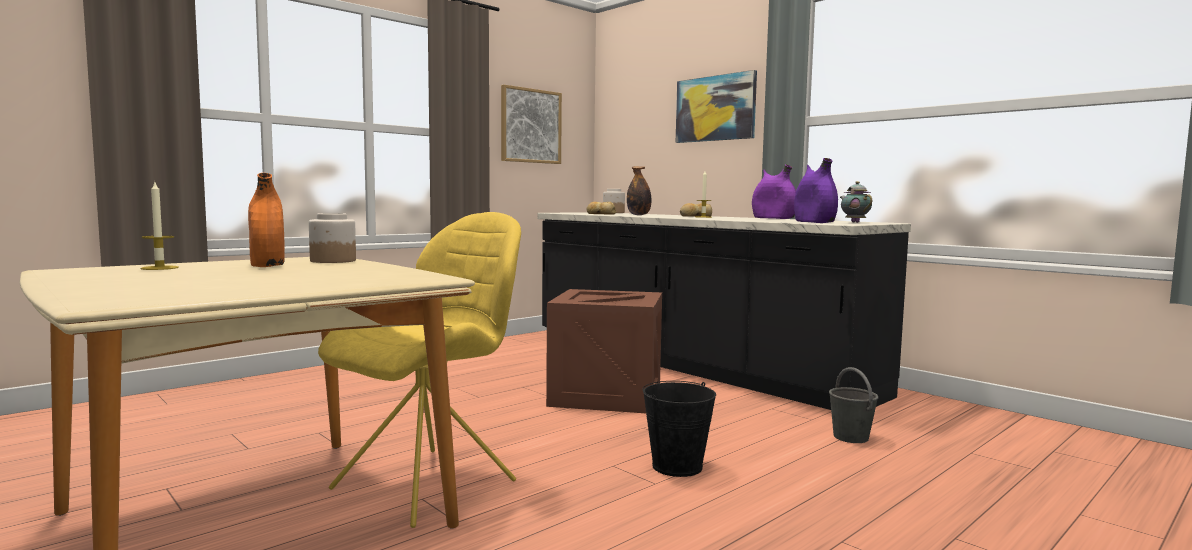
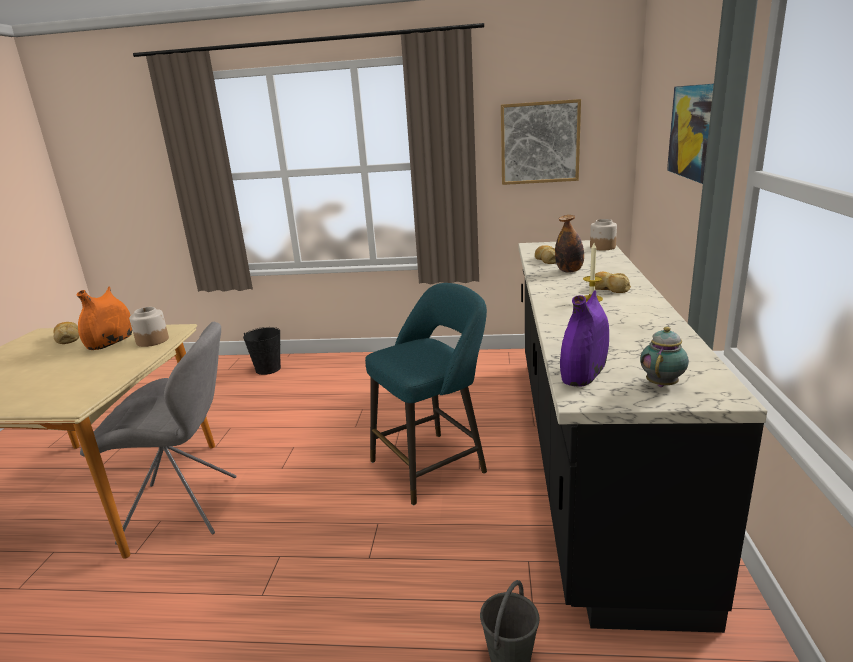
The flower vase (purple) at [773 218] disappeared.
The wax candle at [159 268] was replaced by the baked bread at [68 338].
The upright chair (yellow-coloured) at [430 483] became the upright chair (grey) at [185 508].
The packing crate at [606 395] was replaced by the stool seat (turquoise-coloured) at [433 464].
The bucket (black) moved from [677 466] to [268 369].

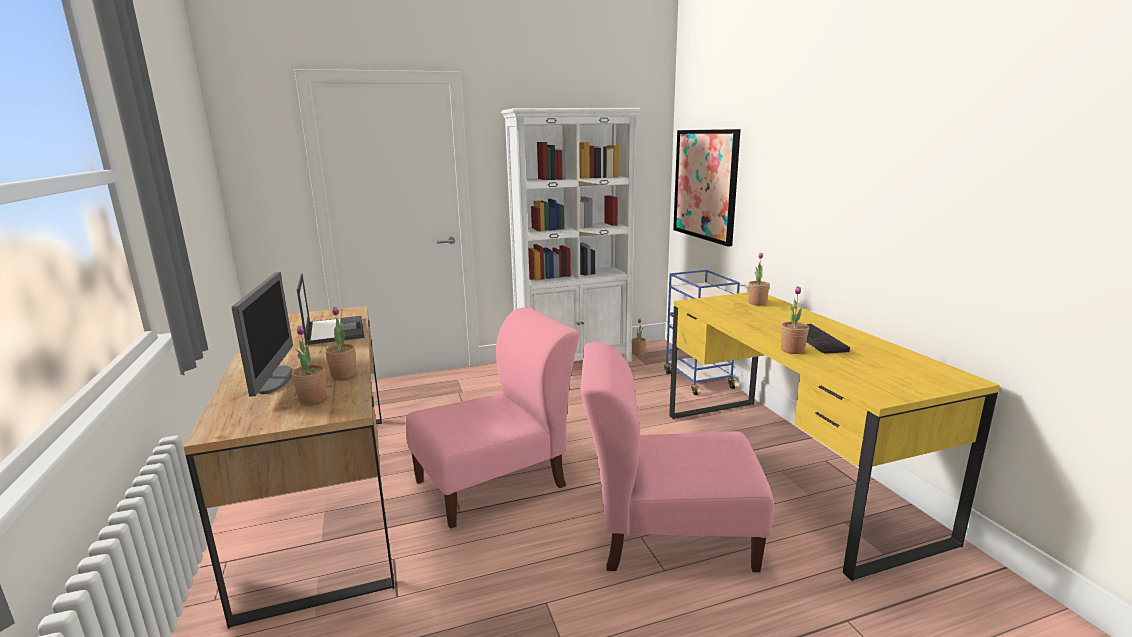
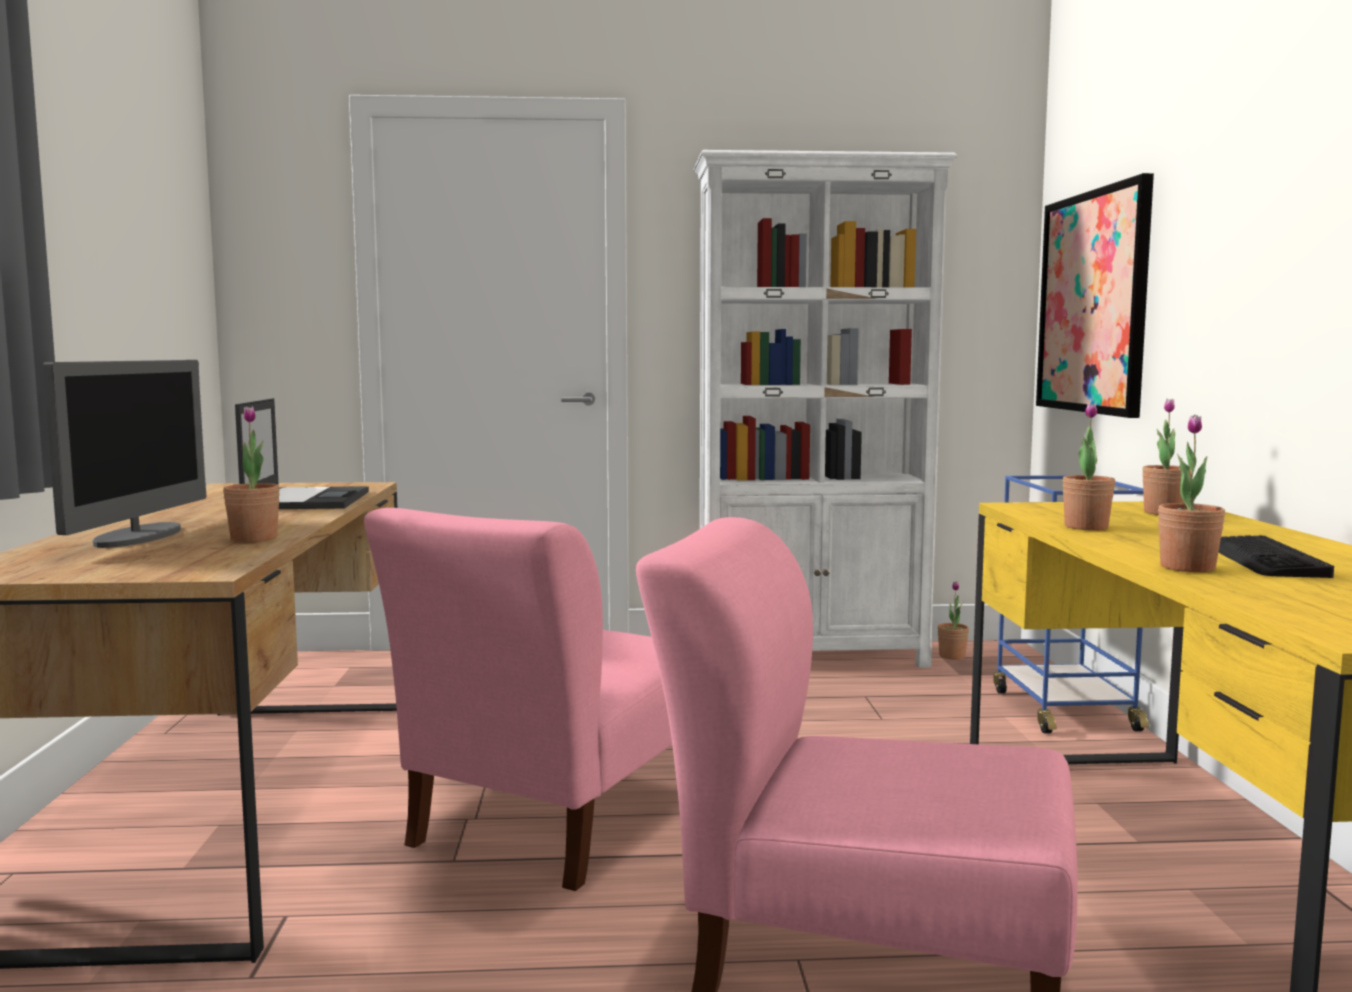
The upright chair (pink-coloured) at [496 481] turned 135 degrees clockwise.
The houseplant moved from [312 399] to [1086 527].

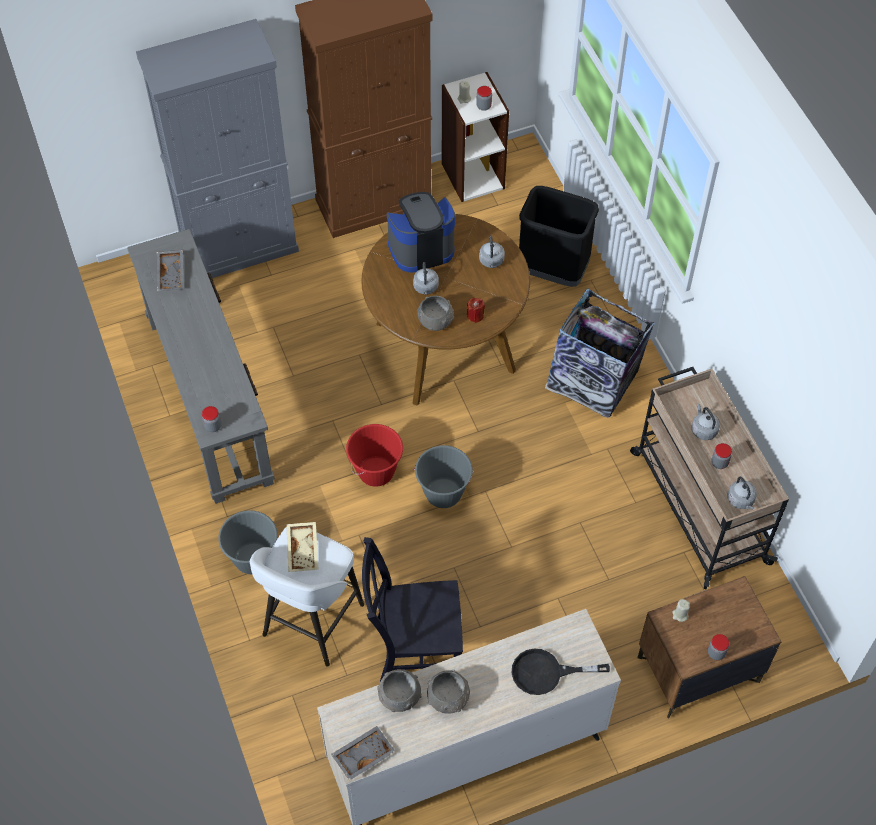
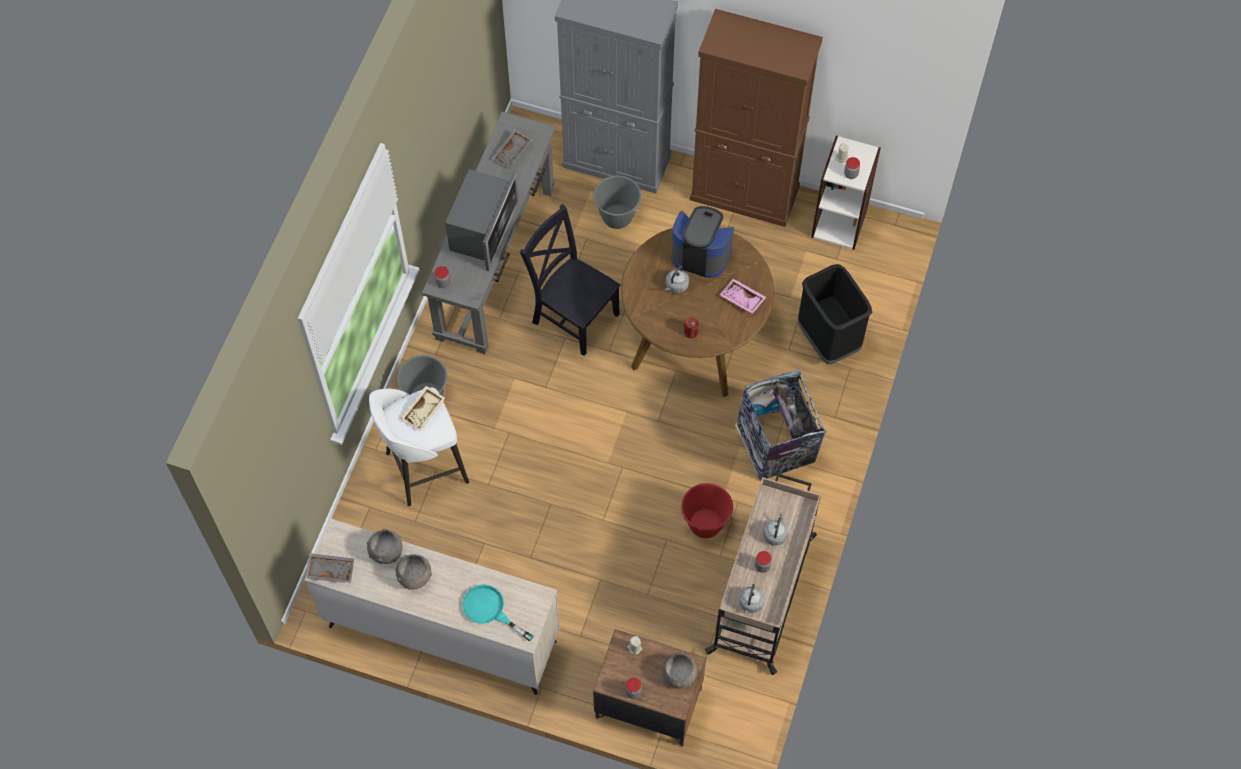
The kettle (grey) at [491 261] was replaced by the carrying tray (pink-coloured) at [741 299].
The deep dish (grey) moved from [435 320] to [679 674].
The bucket (red-coloured) moved from [376 472] to [705 524].
The bucket (grey) moved from [443 493] to [617 217].
The upright chair (black) moved from [414 647] to [573 315].
The skillet (black) at [546 673] became the skillet (turquoise-coloured) at [490 610].
The kitchen microwave at [483 230] appeared.

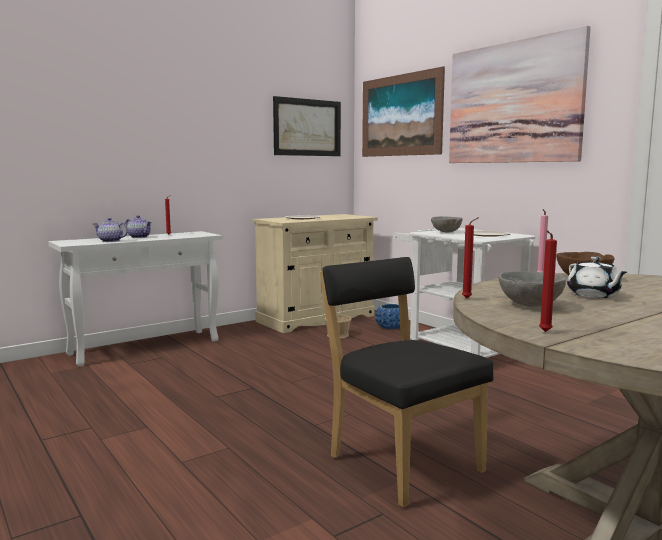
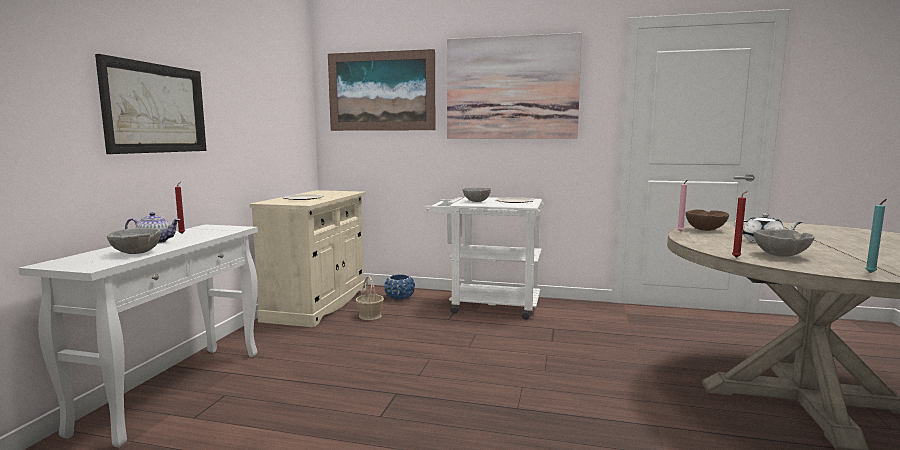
The wall art moved from [307 127] to [155 108].
The tea pot at [110 241] was replaced by the deep dish (grey) at [137 253].
The wax candle (red-coloured) at [544 332] became the wax candle (turquoise-coloured) at [871 273].
The upright chair (black) at [400 461] disappeared.

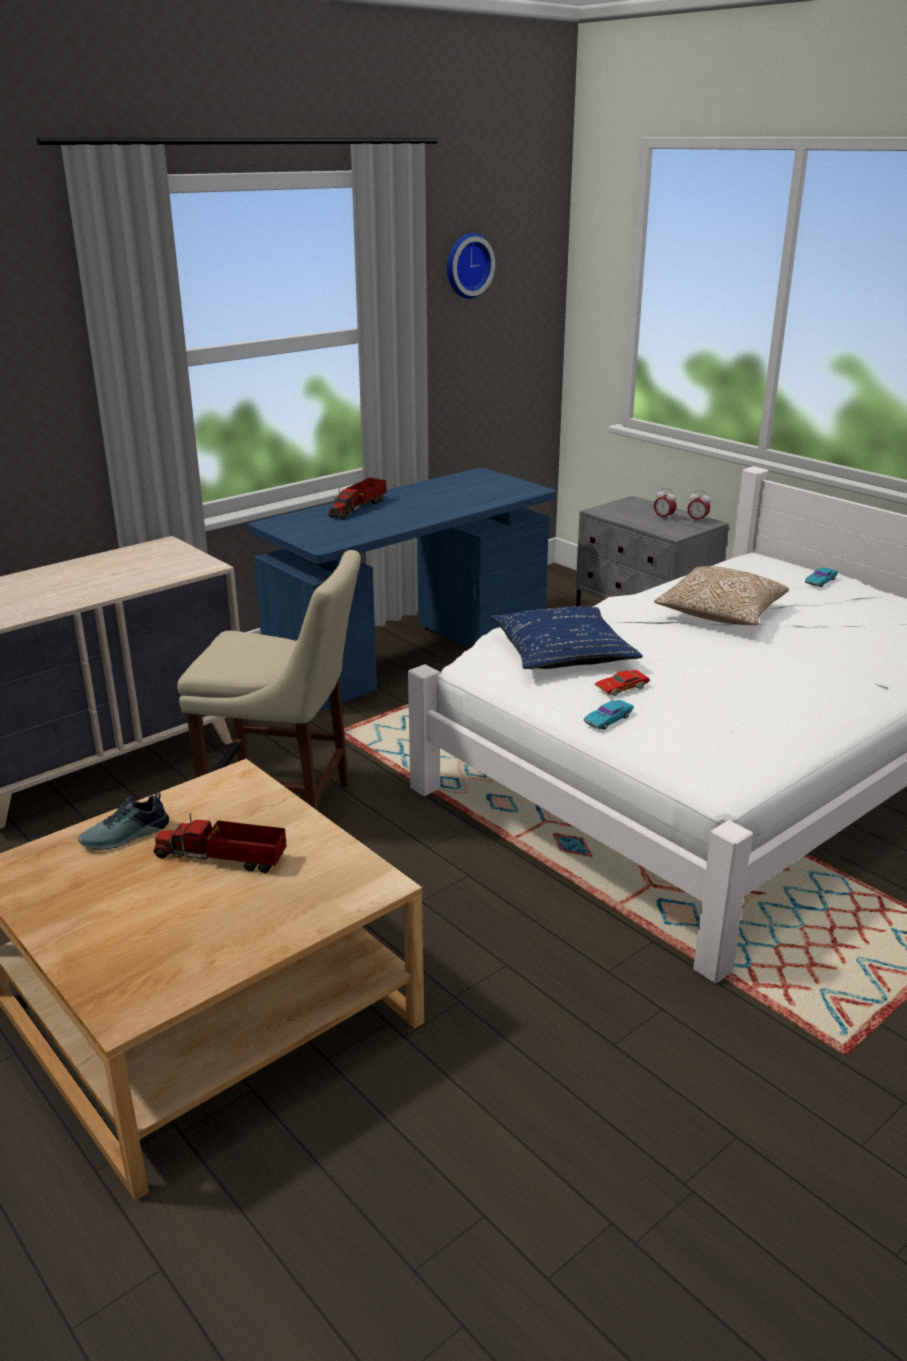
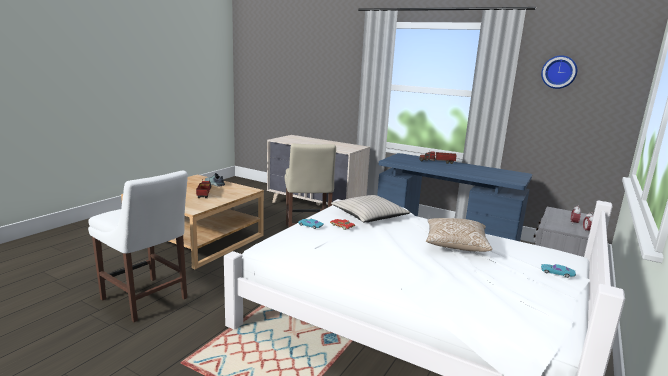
The throw pillow (bluish) at [562 653] became the throw pillow (beige-coloured) at [369 216].
The upright chair (whitish) at [146 300] appeared.

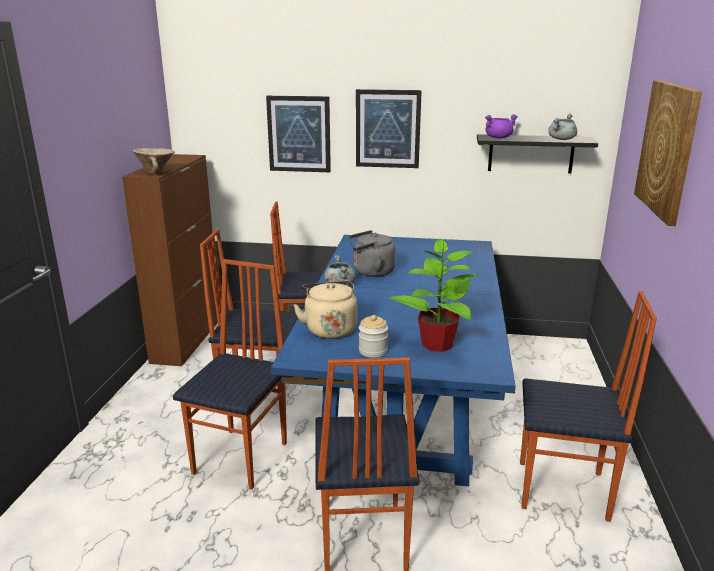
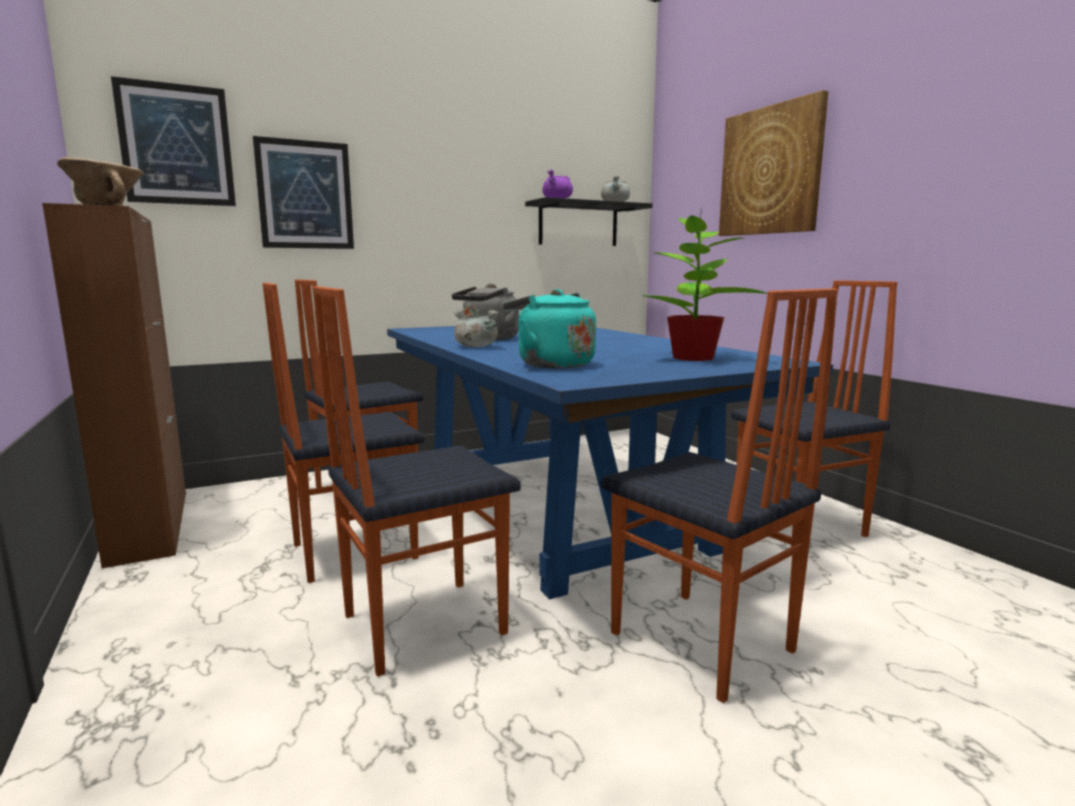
The wall art moved from [388 129] to [176 145].
The upright chair at [242 458] turned 105 degrees counterclockwise.
The kettle (beige-coloured) at [329 329] became the kettle (turquoise-coloured) at [551 364].
The preserve jar at [373 351] disappeared.

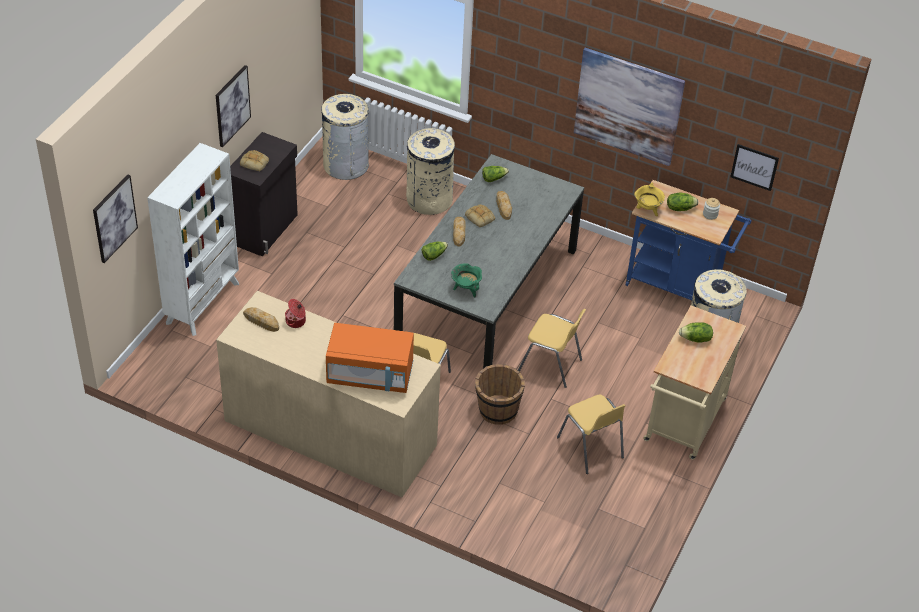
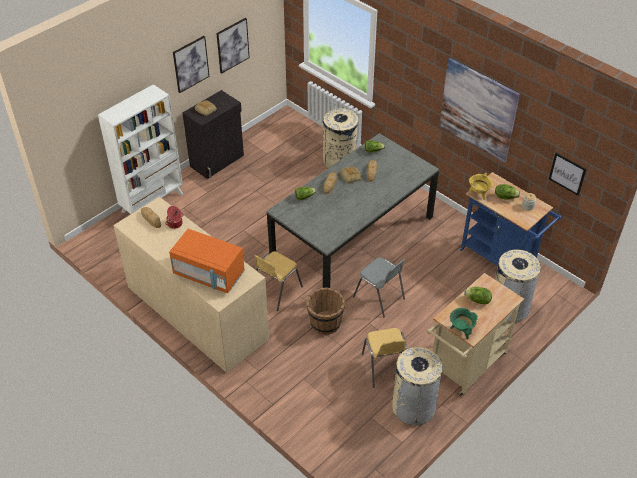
The waste bin (beige-coloured) moved from [346 165] to [414 406].
The wall art moved from [114 218] to [232 45].
The saucepot (green-coloured) moved from [466 289] to [461 330].
The upright chair (yellow-coloured) at [551 365] became the upright chair (grey) at [379 298].

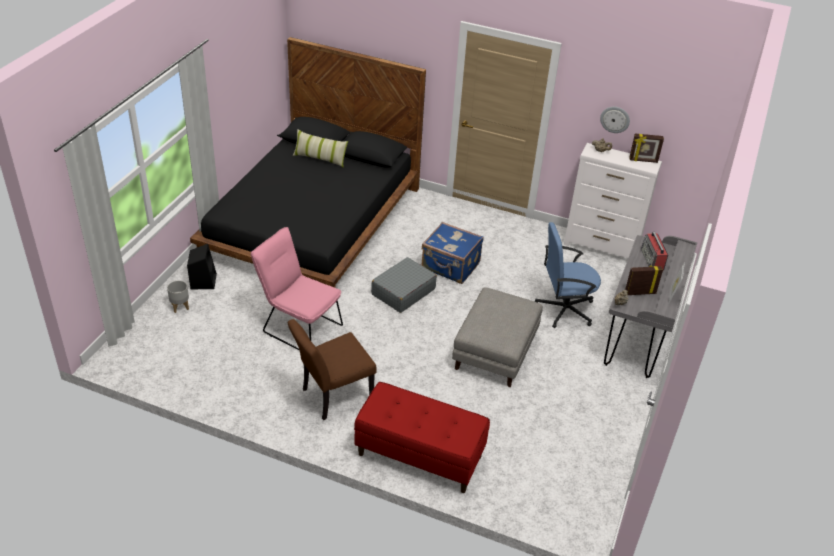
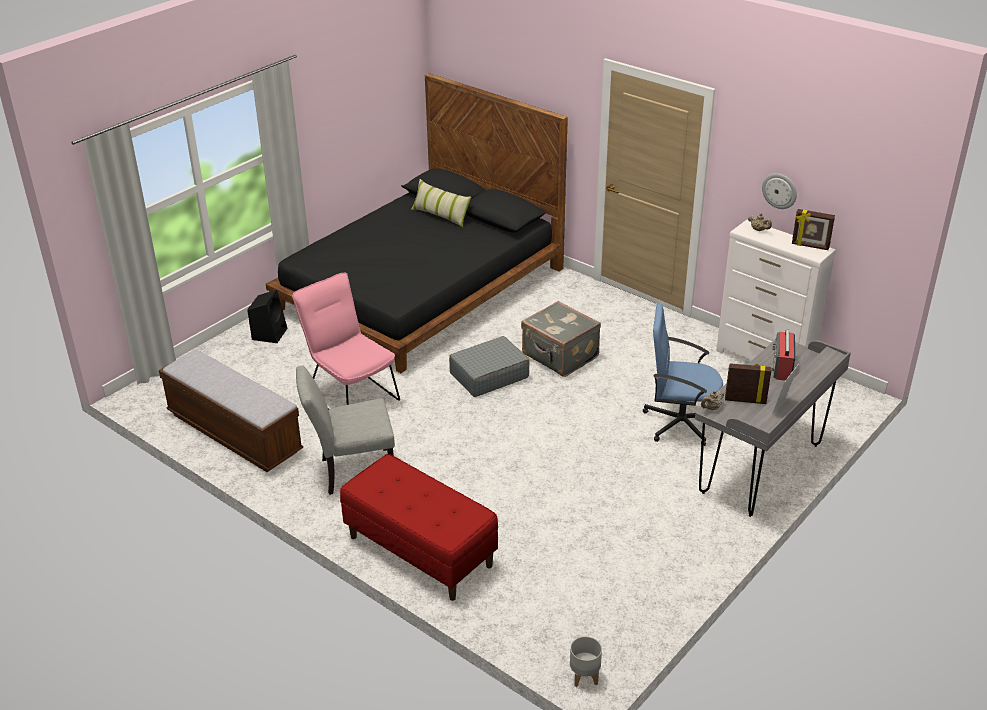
The travel case (bluish) at [450 267] became the travel case (grey) at [559 357].
The planter (grey) moved from [180 307] to [584 677].
The footrest (grey) at [495 352] disappeared.
The upright chair (brown) at [332 396] became the upright chair (grey) at [351 472].
The indoor bench at [234 433] appeared.

